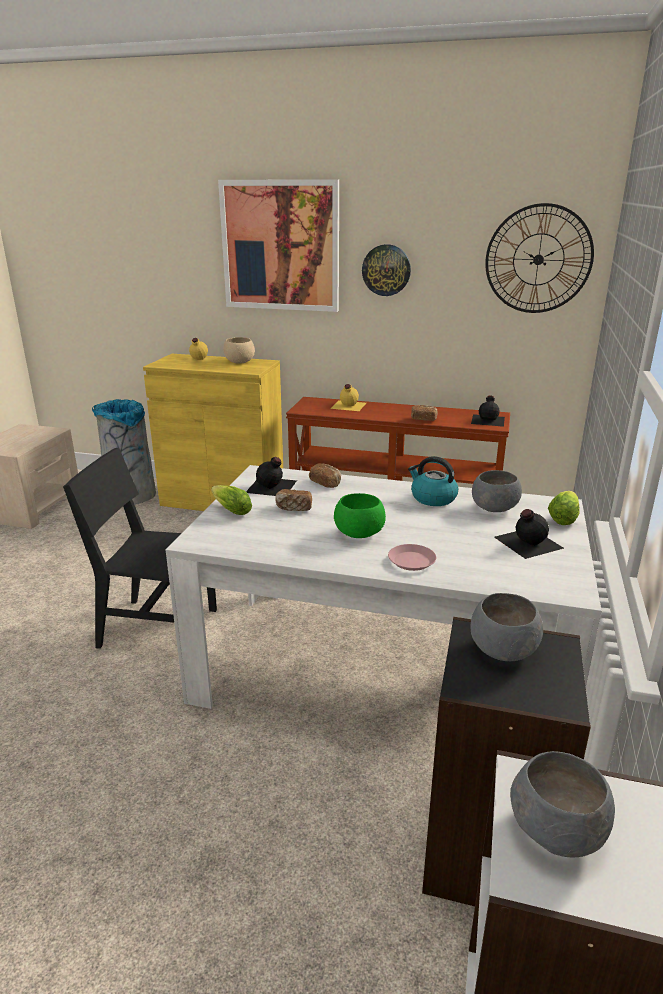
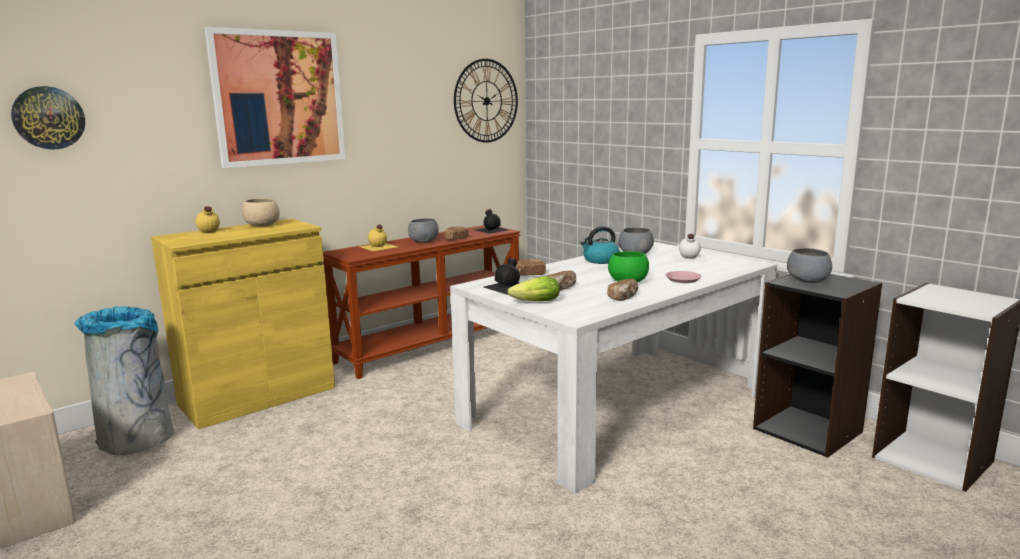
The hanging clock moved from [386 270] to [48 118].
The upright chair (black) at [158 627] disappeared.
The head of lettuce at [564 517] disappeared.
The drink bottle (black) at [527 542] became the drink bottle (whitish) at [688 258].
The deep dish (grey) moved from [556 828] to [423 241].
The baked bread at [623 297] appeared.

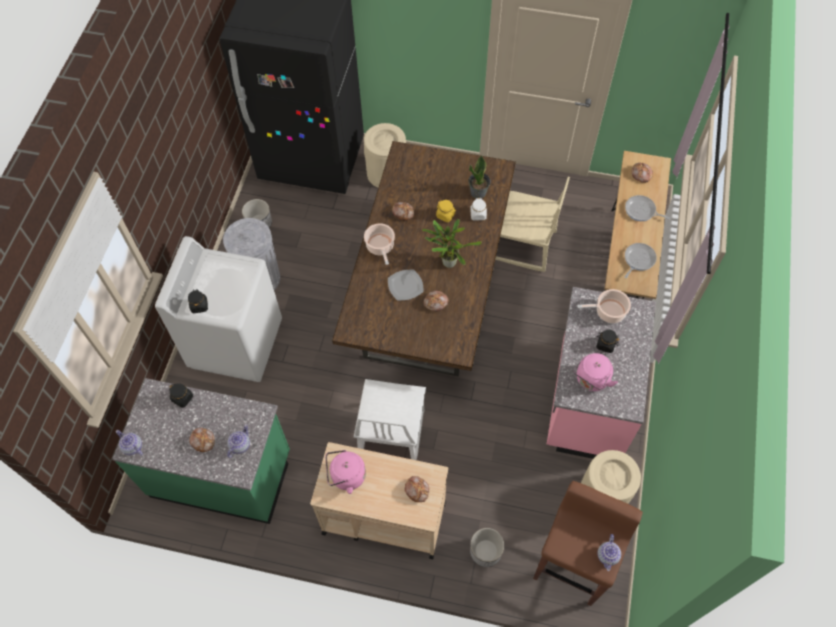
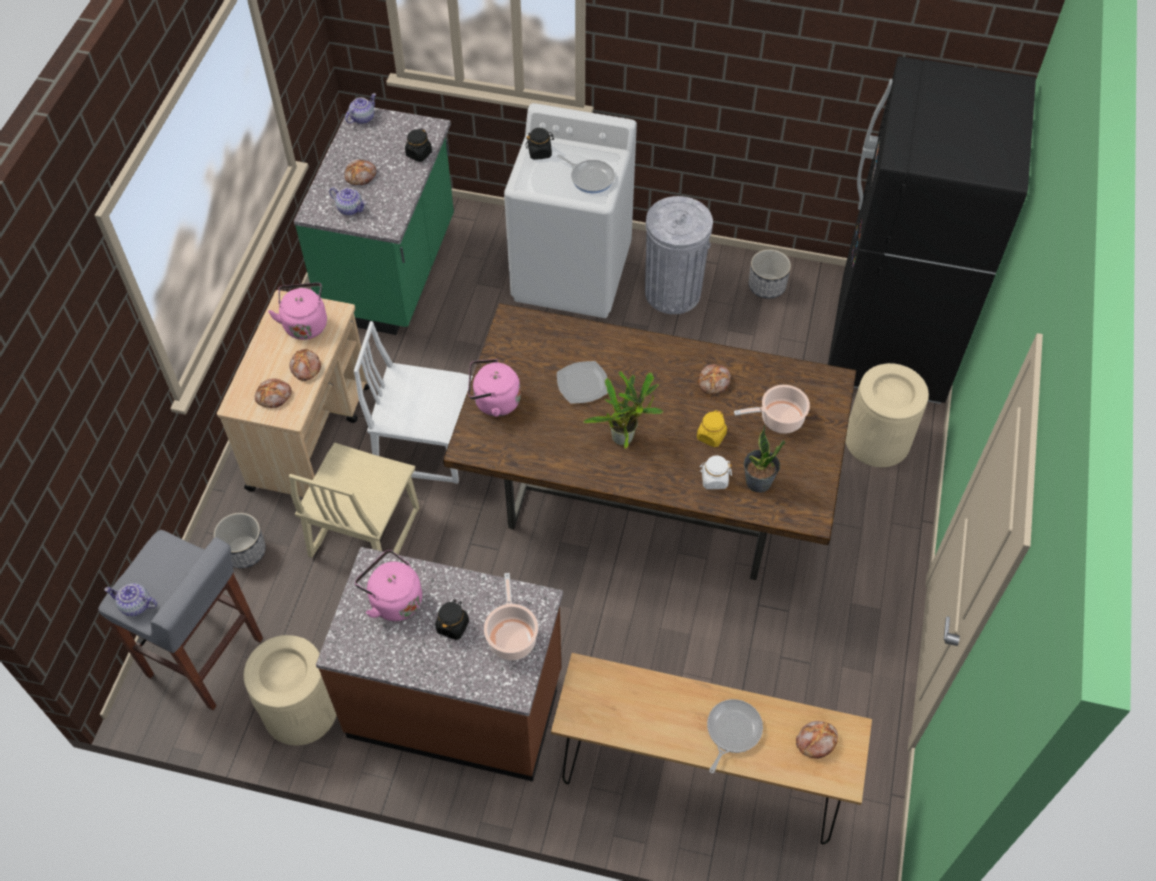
The upright chair (beige-coloured) moved from [523 246] to [363 532].
The saucepot moved from [380 247] to [779 419].
The skillet moved from [638 260] to [590 177].
The kitchen counter (pink-coloured) at [587 400] became the kitchen counter (brown) at [456 703].
The baked bread moved from [436 303] to [305 368].
The stool seat (brown) at [572 564] became the stool seat (grey) at [206 658].
The kettle (pink-coloured) at [494 402] appeared.

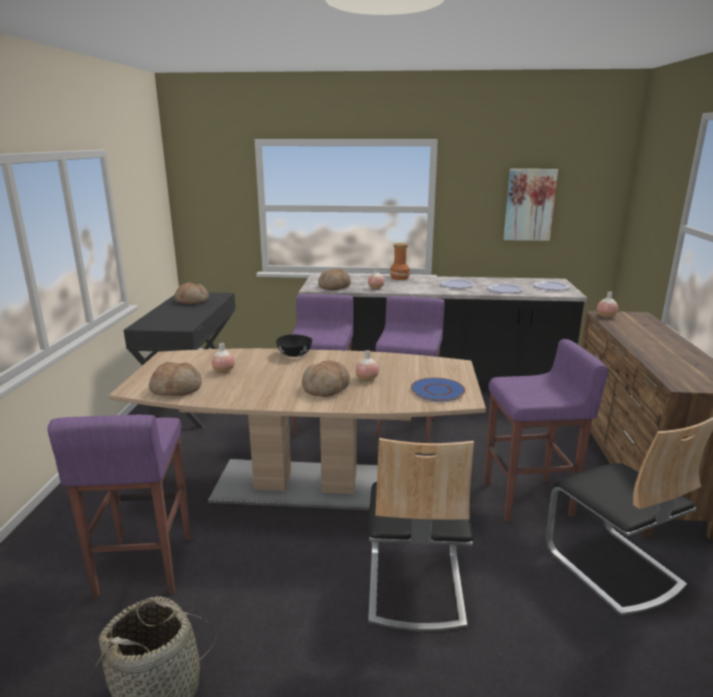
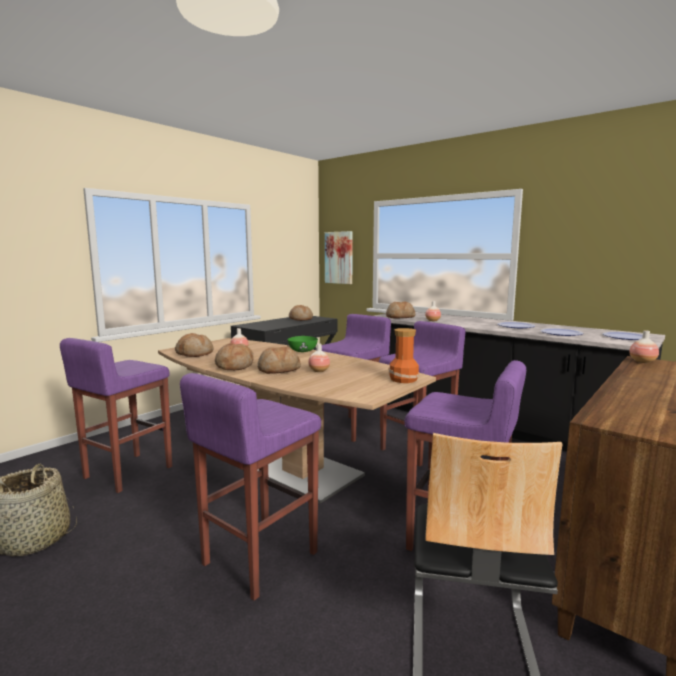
The wall art moved from [529 205] to [339 257].
The flower vase moved from [399 278] to [403 379].
The deep dish (black) at [294 354] became the deep dish (green-coloured) at [302 351].
The flat dish (bluish) at [437 391] disappeared.
The upright chair at [414 584] was replaced by the stool seat (purple) at [258 558].
The baked bread at [234 366] appeared.

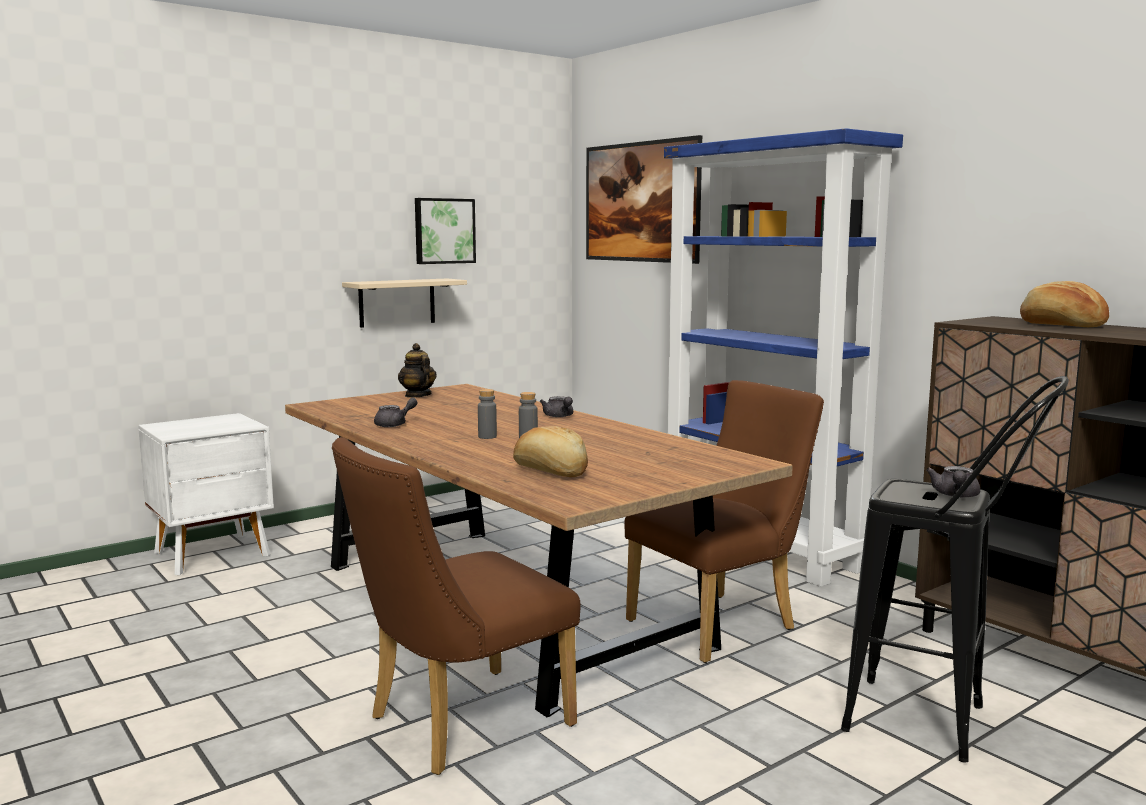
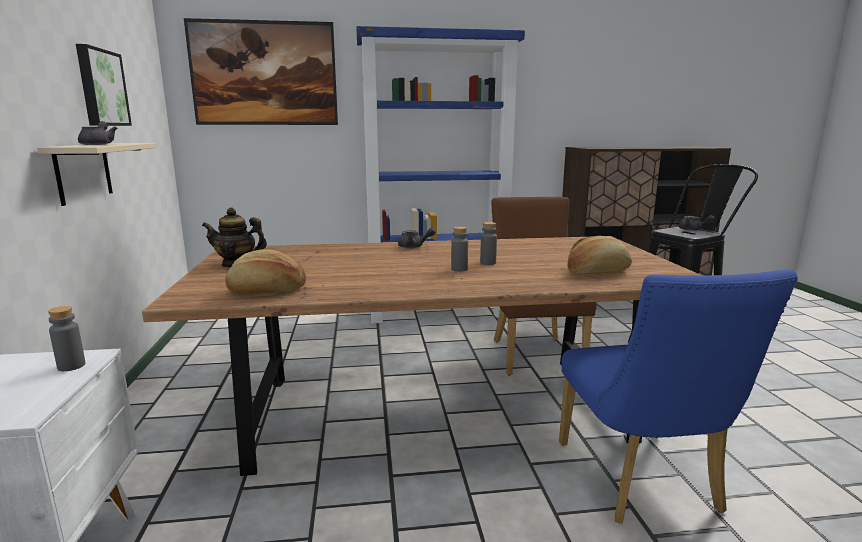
The baked bread moved from [1061 325] to [267 290].
The tea pot (grey) moved from [395 424] to [99 144].
The upright chair (brown) at [457 725] became the upright chair (bluish) at [643 483].
The drink bottle (grey) at [71 366] appeared.

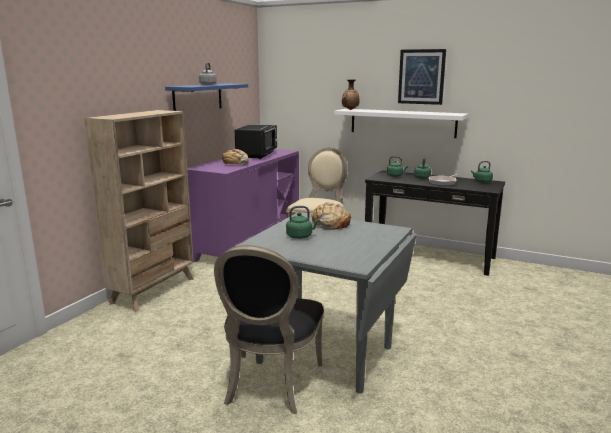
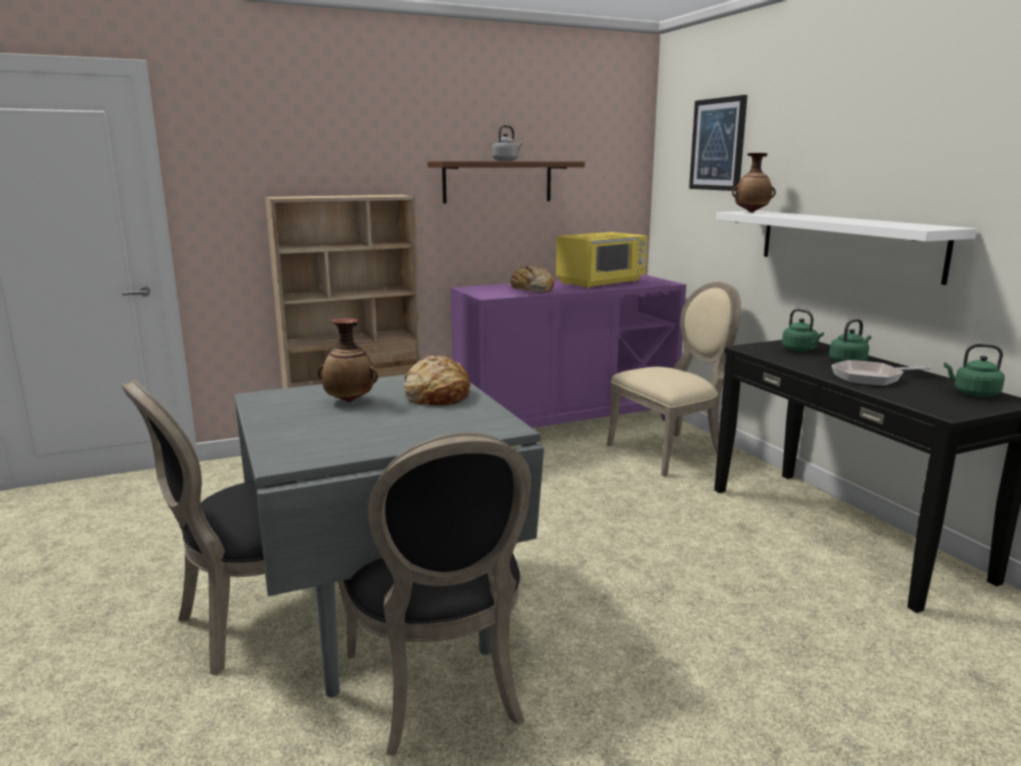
The wall art moved from [421 77] to [718 144].
The shelf (bluish) at [198 98] became the shelf (brown) at [497 182].
The kitchen microwave (black) at [257 155] became the kitchen microwave (yellow-coloured) at [602 283].
The kettle (green-coloured) at [300 236] was replaced by the flower vase at [350 401].
The upright chair (black) at [440 690] appeared.

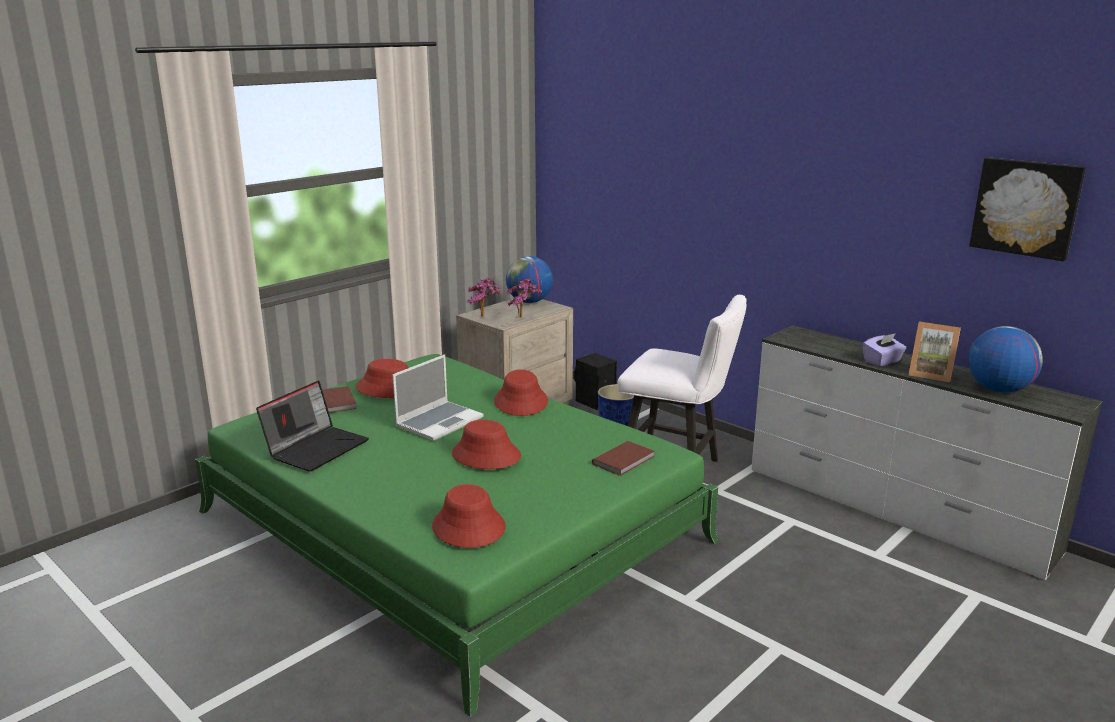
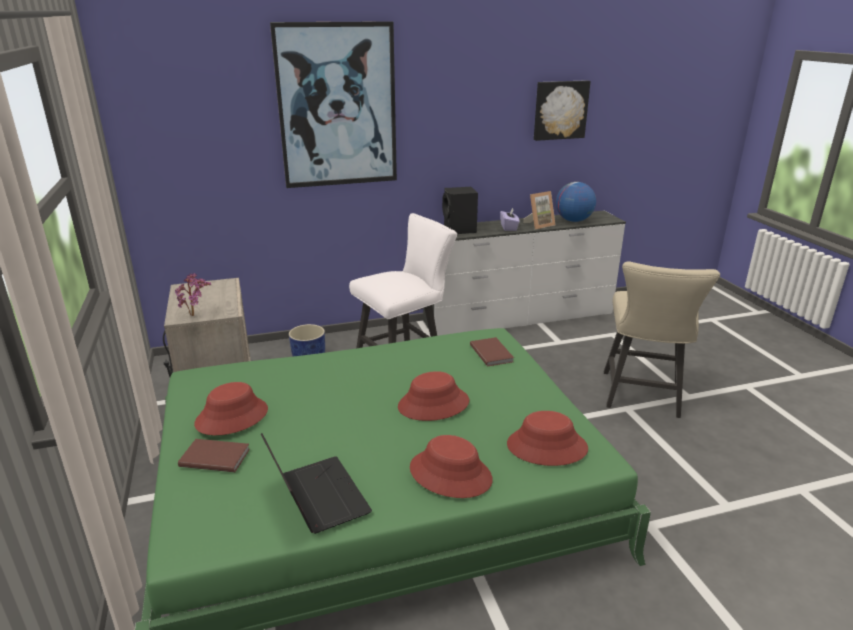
The world globe at [529 302] disappeared.
The houseplant at [523 318] disappeared.
The speaker (black) moved from [594 402] to [459 230].
The laptop at [439 422] disappeared.
The clothing hat (red-coloured) moved from [521 401] to [450 474].
The wall art at [337 106] appeared.
The upright chair (beige-coloured) at [642 398] appeared.

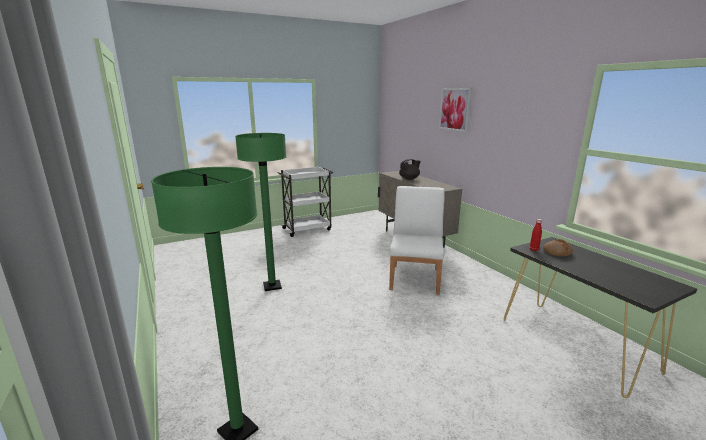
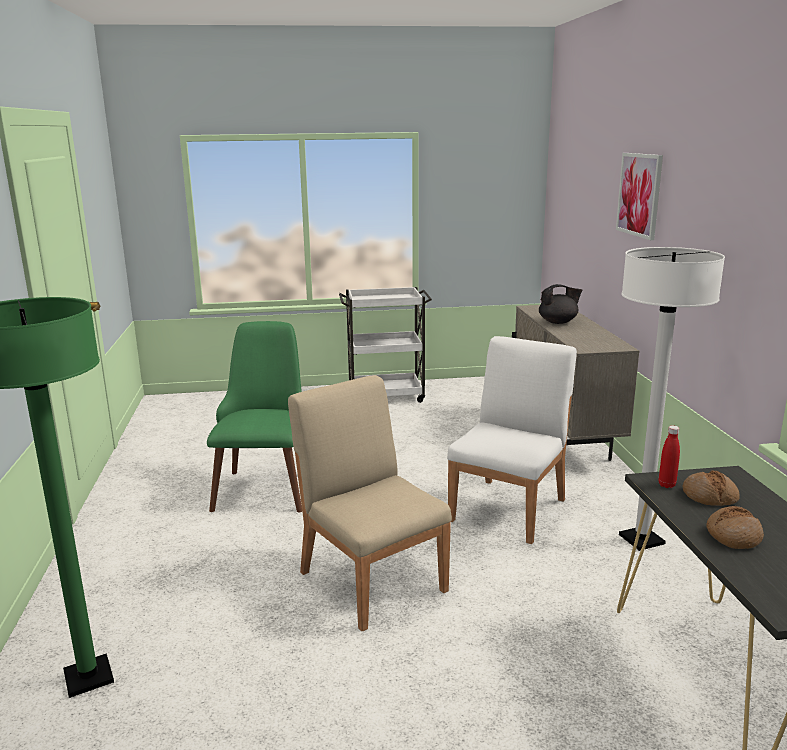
The standing lamp (green-coloured) at [272 286] was replaced by the upright chair (green-coloured) at [266 484].
The standing lamp (whitish) at [641 540] appeared.
The upright chair (beige-coloured) at [372 580] appeared.
The baked bread at [733 536] appeared.

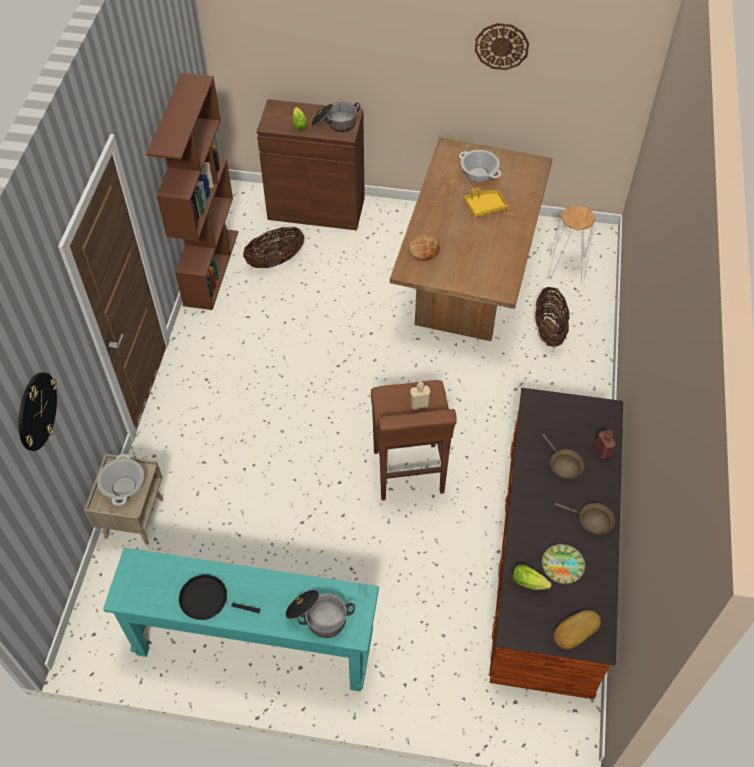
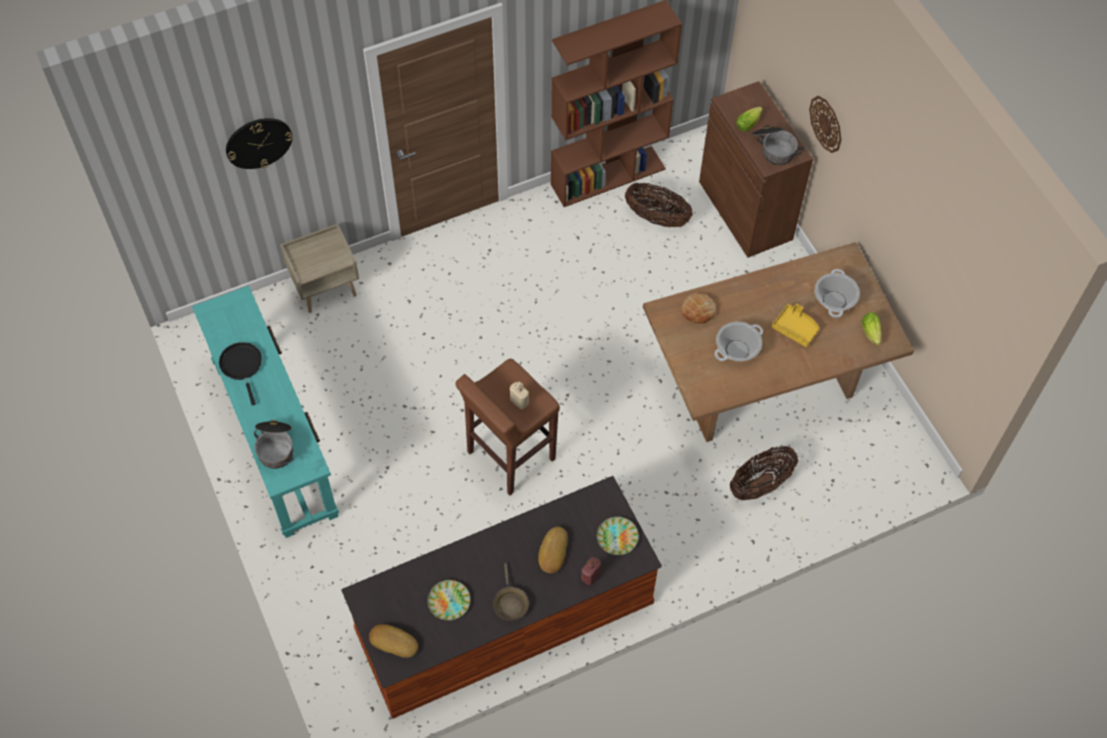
The hanging clock moved from [501 46] to [826 124].
The stool seat (whitish) at [566 268] disappeared.
The skillet (brown) at [563 465] was replaced by the baked bread at [552 551].
The saucepot moved from [124 486] to [737 350].
The head of lettuce moved from [531 583] to [871 334].
The flat dish at [617 537] appeared.

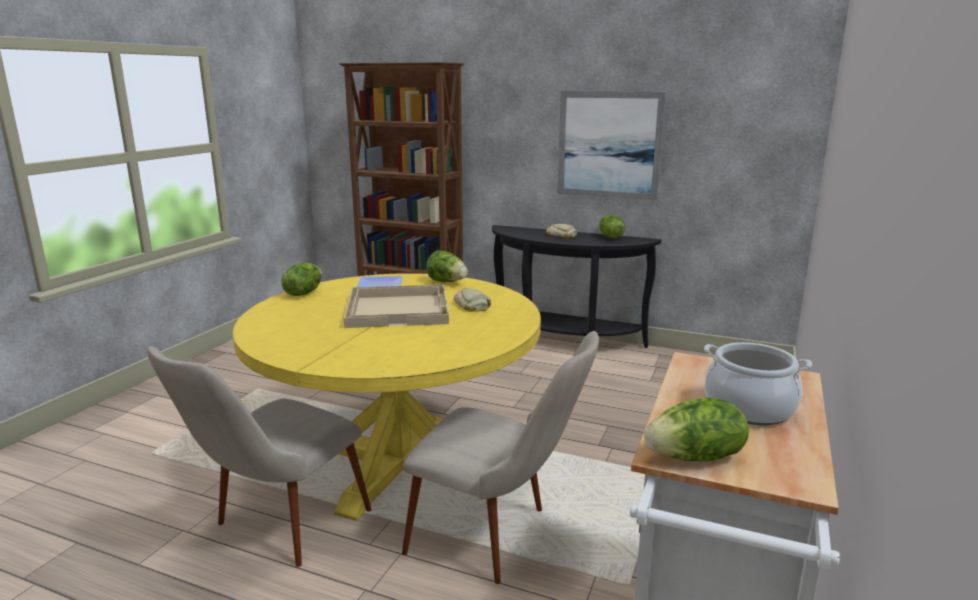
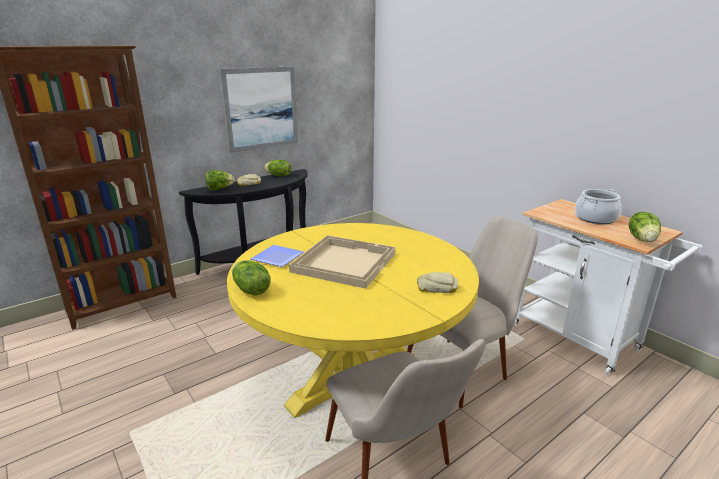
The head of lettuce moved from [447 282] to [219 189].
The baked bread moved from [472 305] to [436 287].

